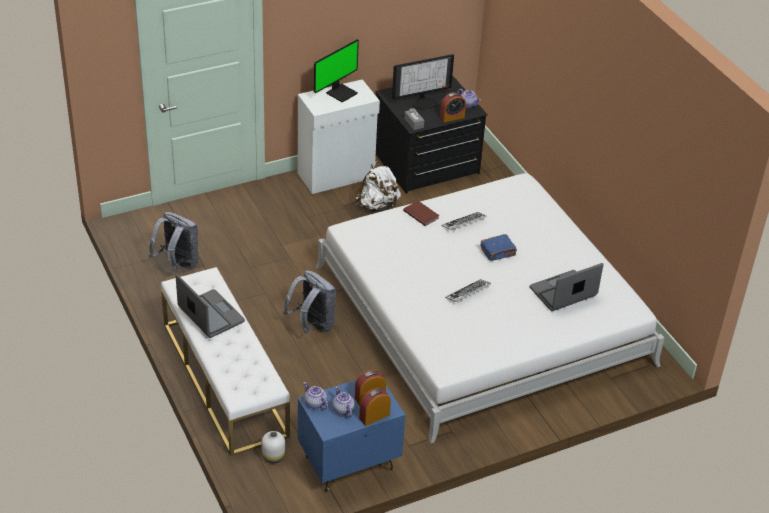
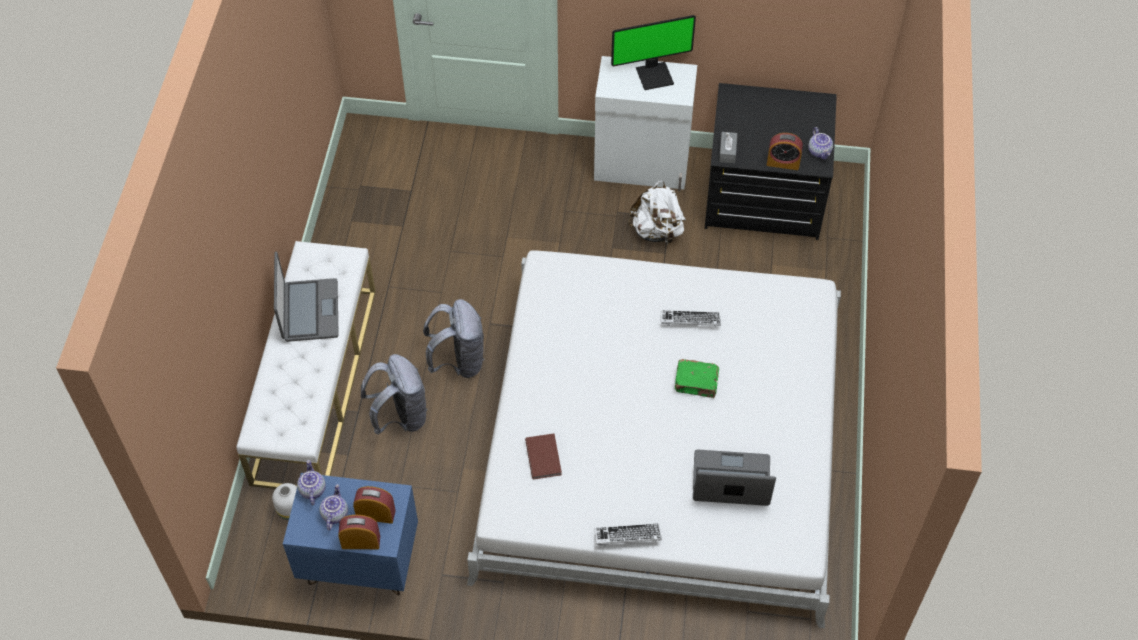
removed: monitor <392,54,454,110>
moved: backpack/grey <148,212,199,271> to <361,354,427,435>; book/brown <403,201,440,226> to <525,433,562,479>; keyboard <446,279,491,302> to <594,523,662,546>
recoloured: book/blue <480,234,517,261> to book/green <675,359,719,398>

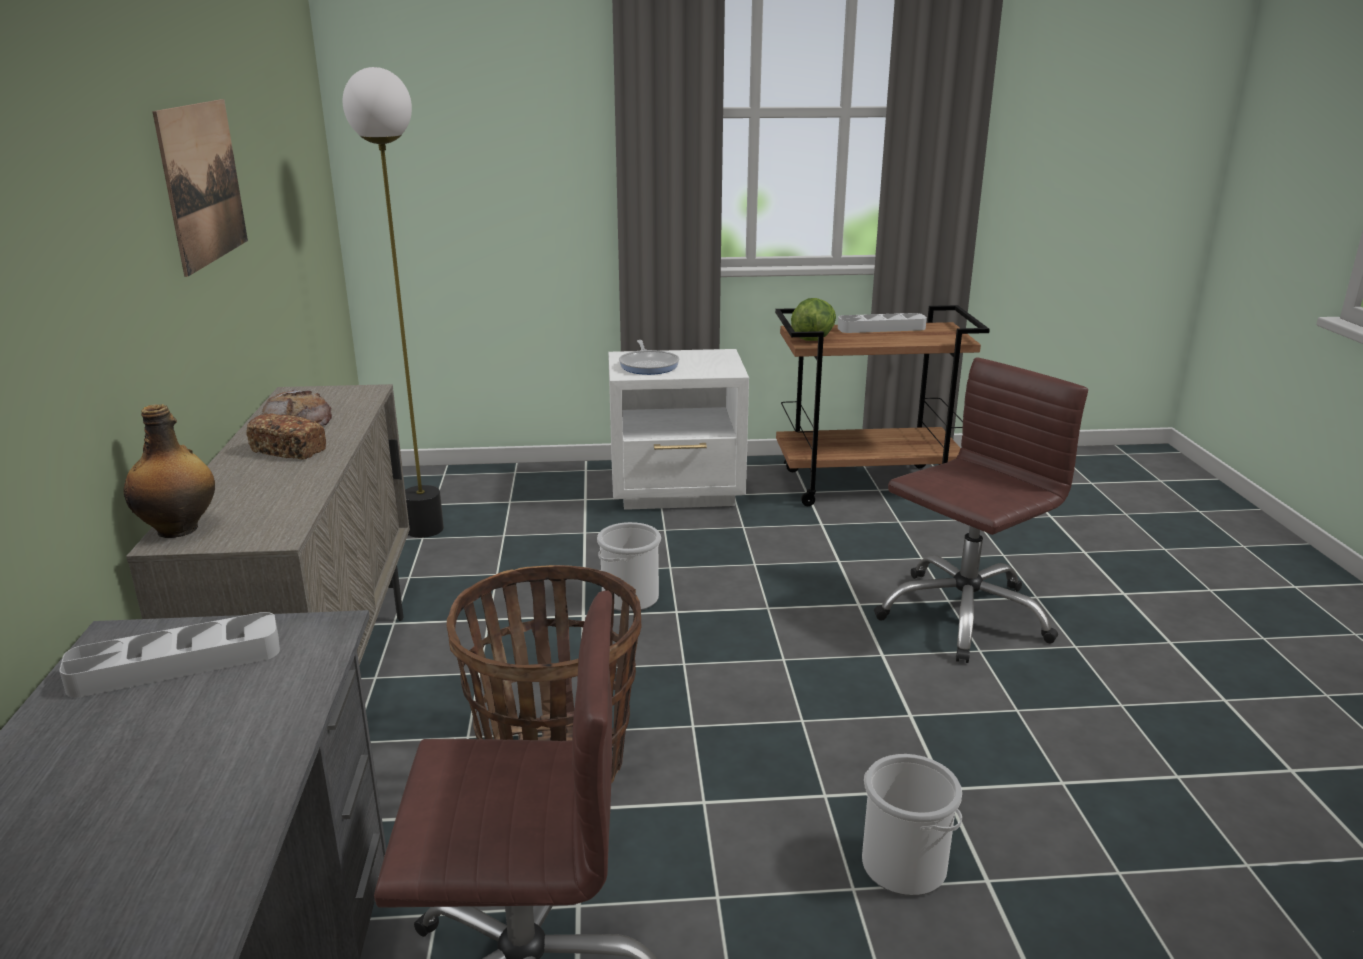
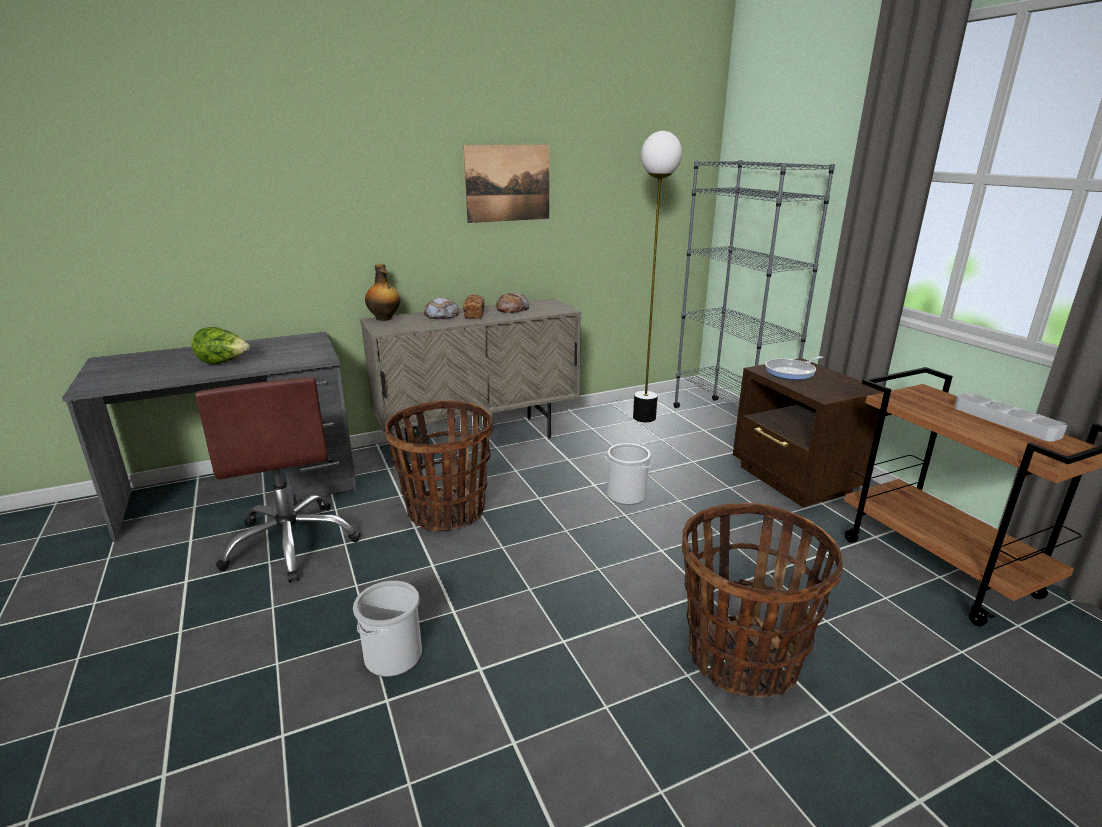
removed: tray/grey <59,612,280,698>
added: bread <424,297,459,319>; bookcase/grey <673,160,835,408>
moved: lettuce <791,298,836,341> to <192,327,250,364>
replaced: office chair/brown <874,357,1088,663> to basket <682,503,843,698>
recoloured: nightstand/white <608,349,749,510> to nightstand/brown <733,358,883,507>

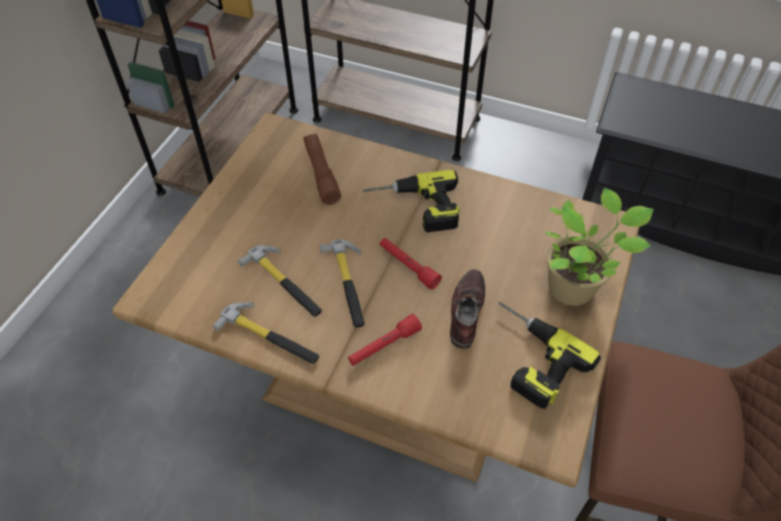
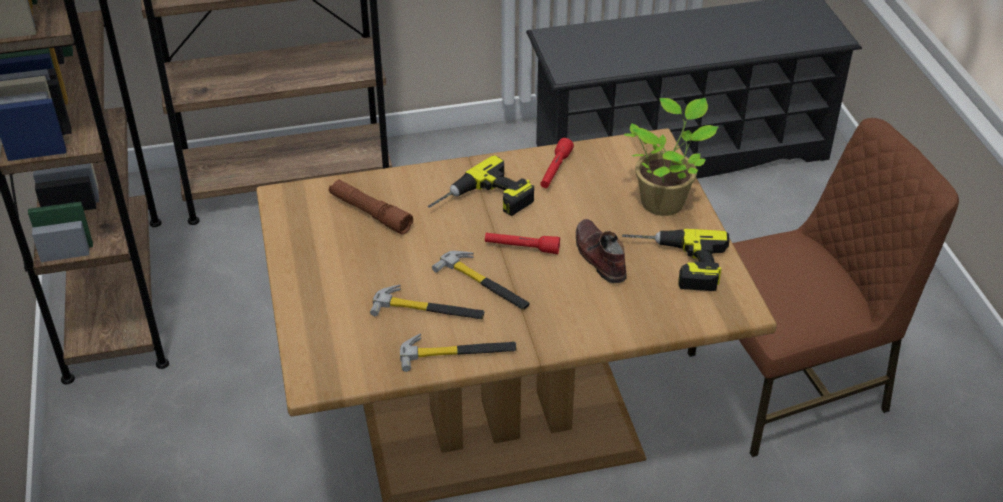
moved: flashlight/red <348,314,422,366> to <540,138,574,188>

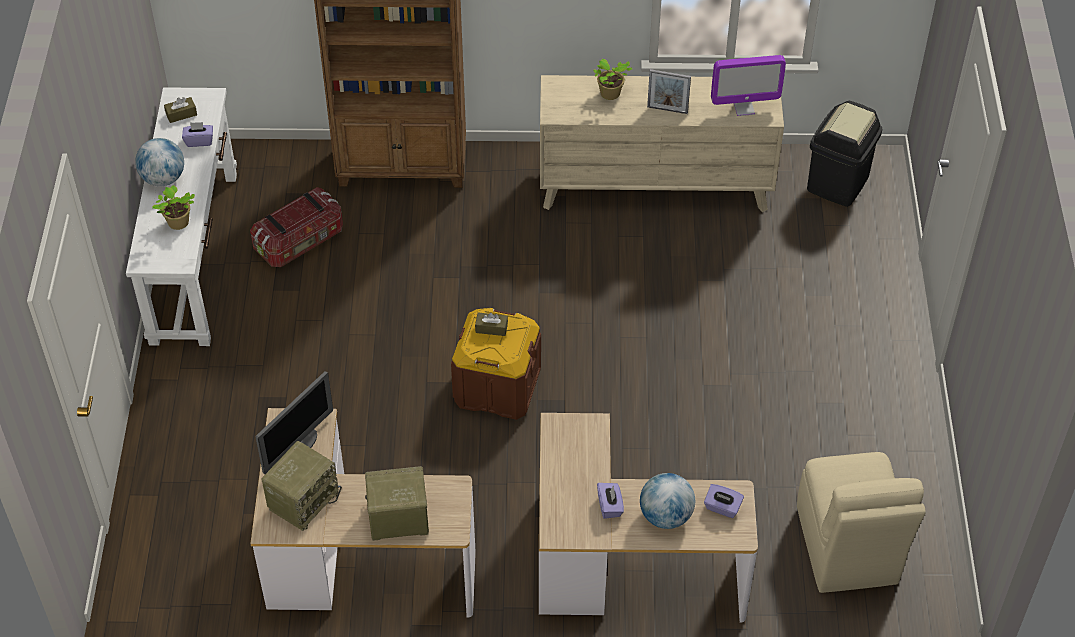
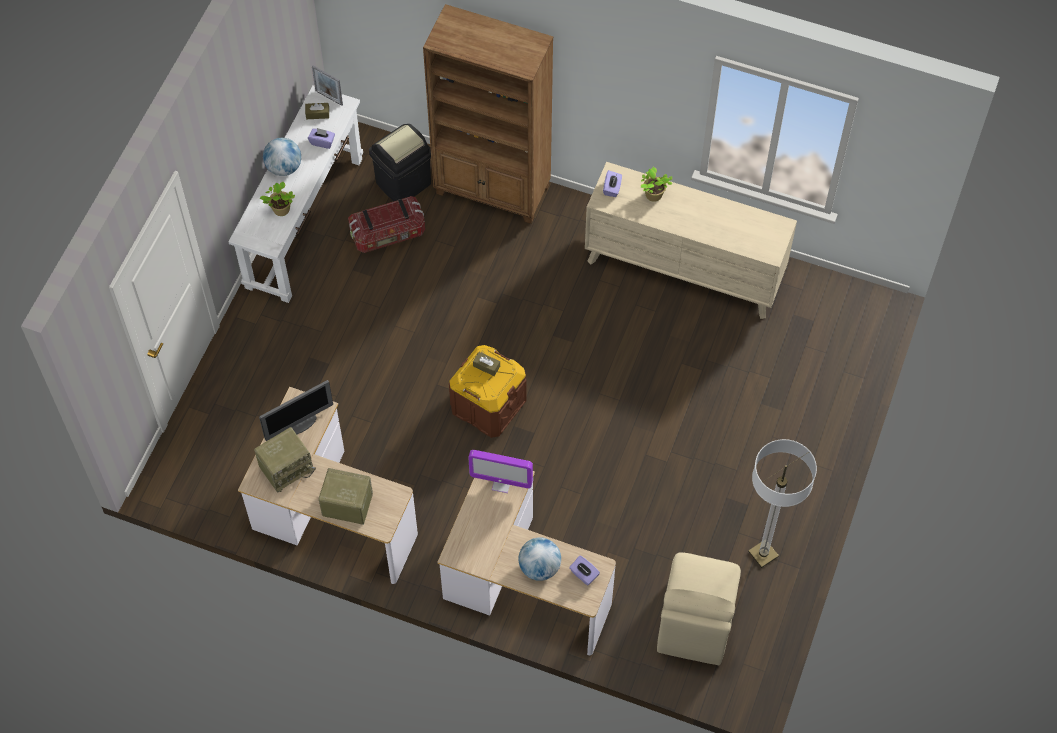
added: floor lamp <748,439,817,568>
moved: tissue box/purple <597,483,624,519> to <603,170,622,197>; picture frame <647,69,691,114> to <312,65,343,106>; monitor <711,55,786,116> to <469,450,533,493>; trash can/black <807,101,882,207> to <369,124,431,201>

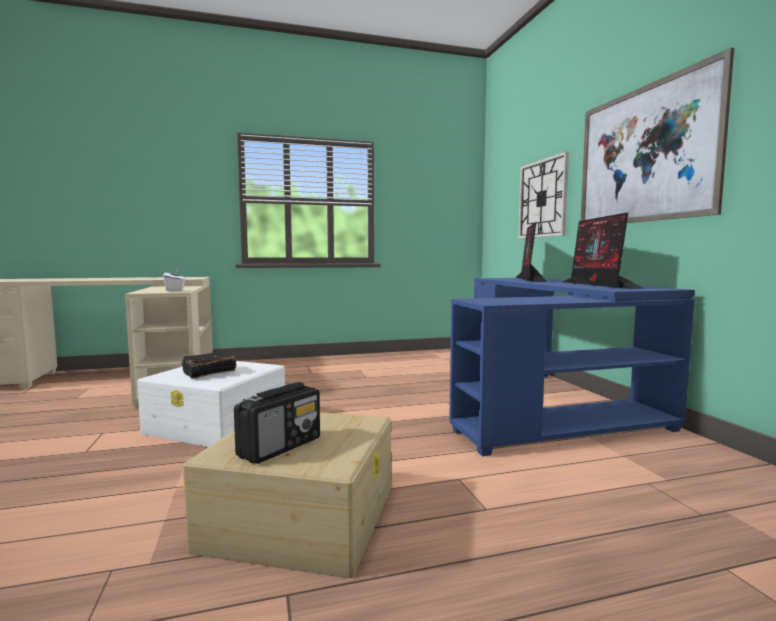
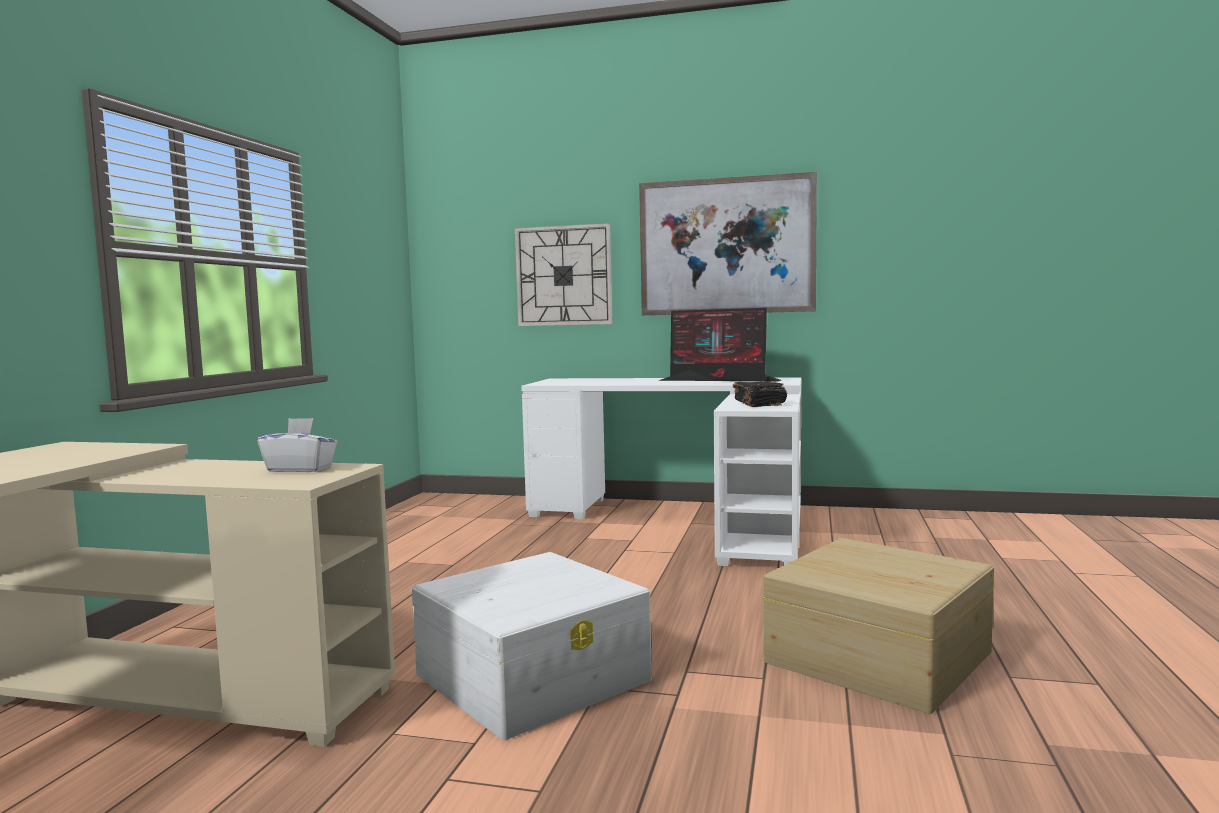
removed: radio <234,382,320,464>; monitor <516,222,547,282>
moved: book/black <182,351,236,379> to <733,381,787,407>
recoloured: desk/blue <449,278,695,456> to desk/white <521,377,801,566>

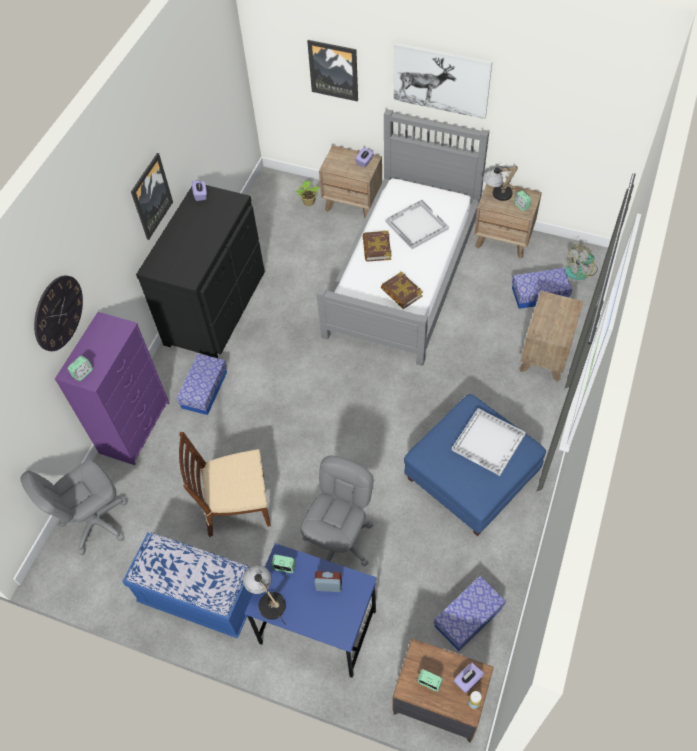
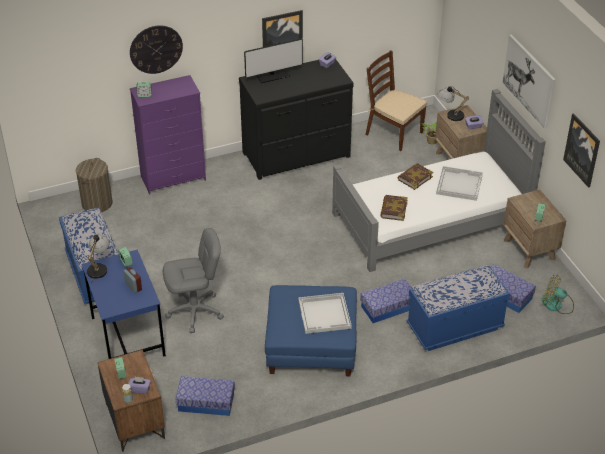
added: monitor <244,38,303,83>
moved: storage box <176,354,227,415> to <360,279,411,323>; chair/brown <179,432,271,537> to <365,50,427,151>; picture <307,40,358,102> to <563,114,600,188>; table lamp <483,166,518,201> to <438,86,469,121>
replaced: office chair/grey <20,460,128,555> to laundry basket <76,158,113,212>; nightstand/brown <519,290,583,382> to bench/blue <407,265,510,351>

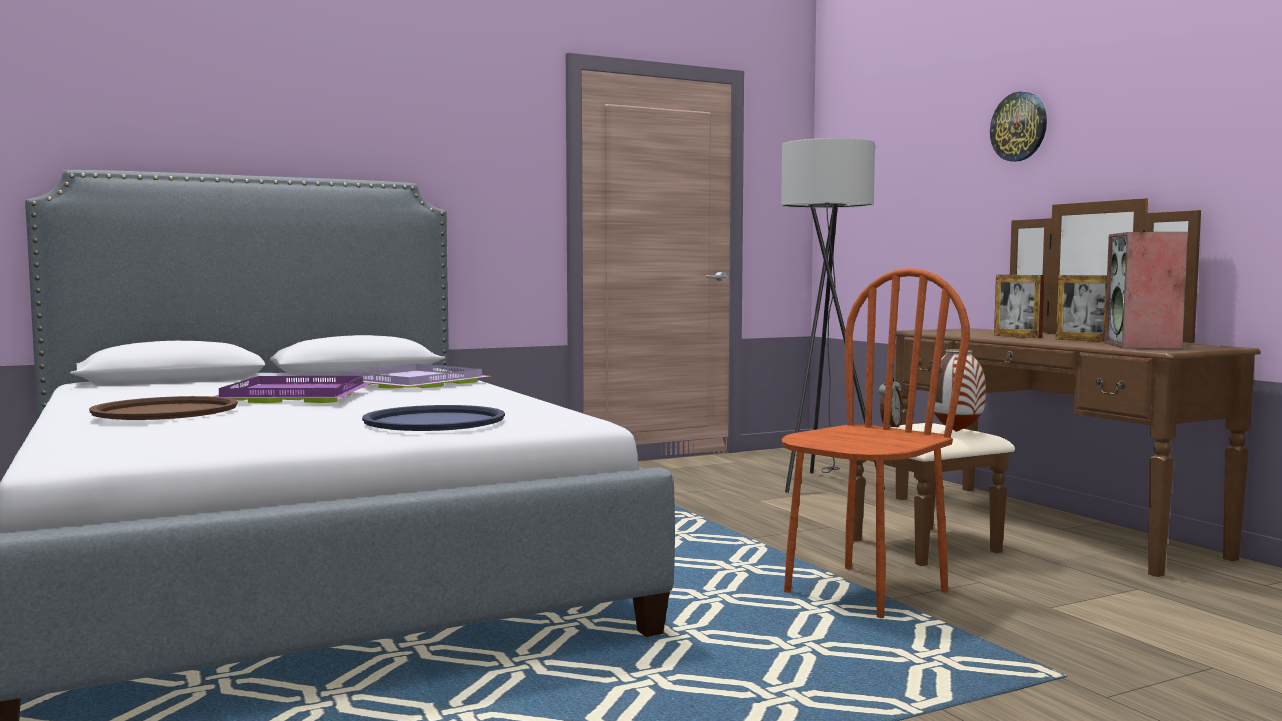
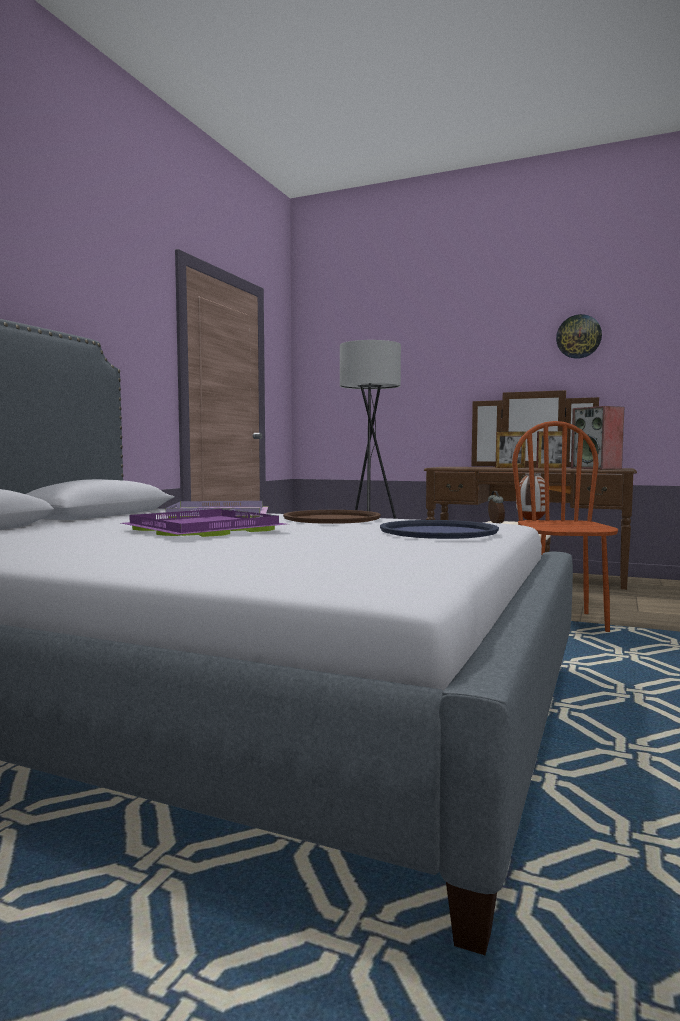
moved: tray/brown <89,396,238,420> to <283,510,381,524>; wall clock <990,92,1047,162> to <556,314,602,359>

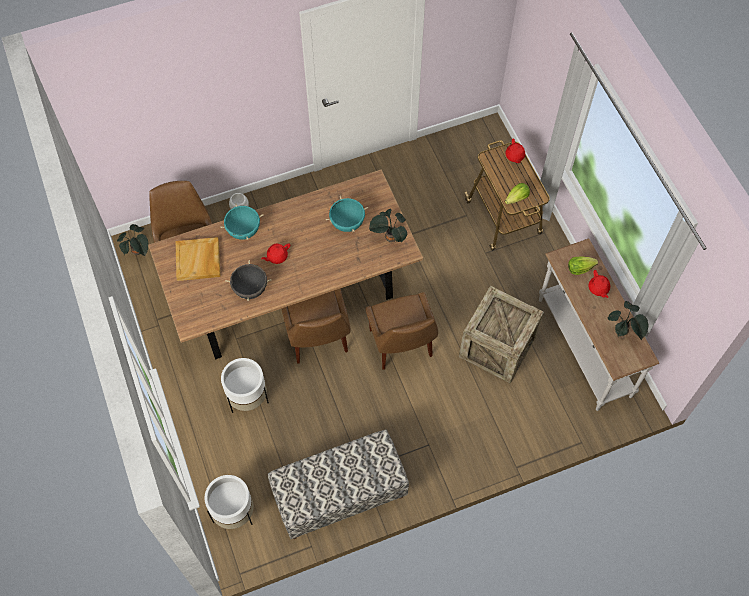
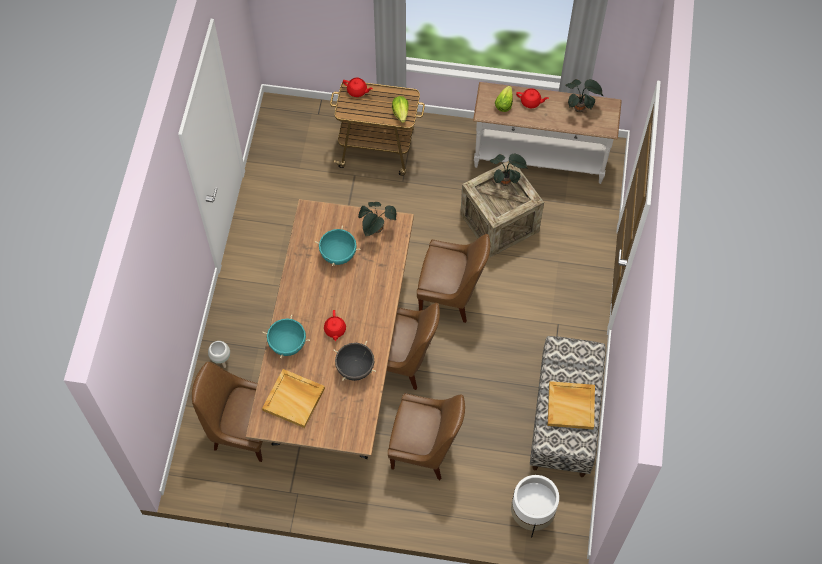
added: tray/beige <548,381,595,429>
moved: potted plant <117,224,148,257> to <490,154,528,186>
replaced: planter/white <221,358,269,413> to chair/brown <388,393,465,480>

